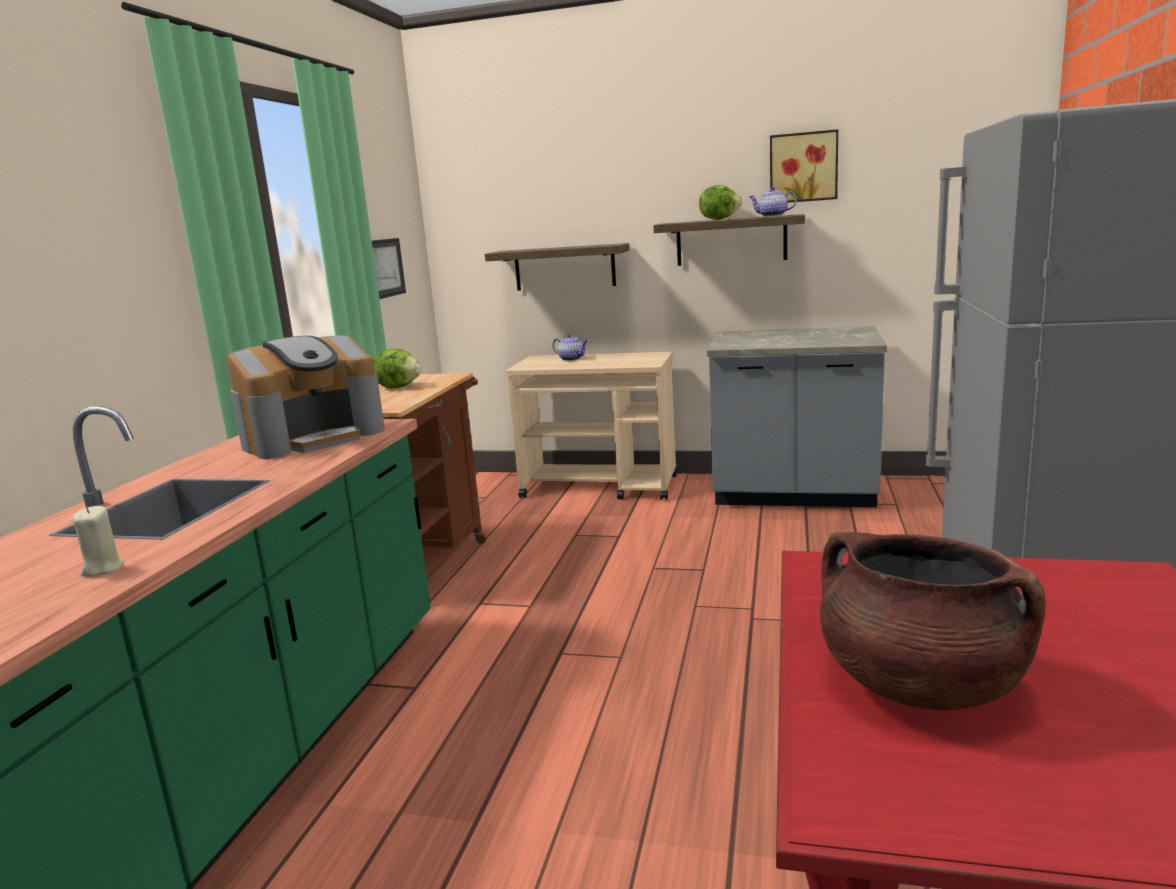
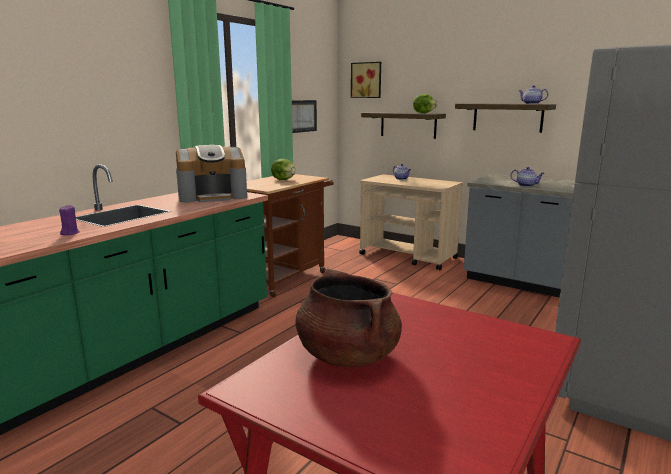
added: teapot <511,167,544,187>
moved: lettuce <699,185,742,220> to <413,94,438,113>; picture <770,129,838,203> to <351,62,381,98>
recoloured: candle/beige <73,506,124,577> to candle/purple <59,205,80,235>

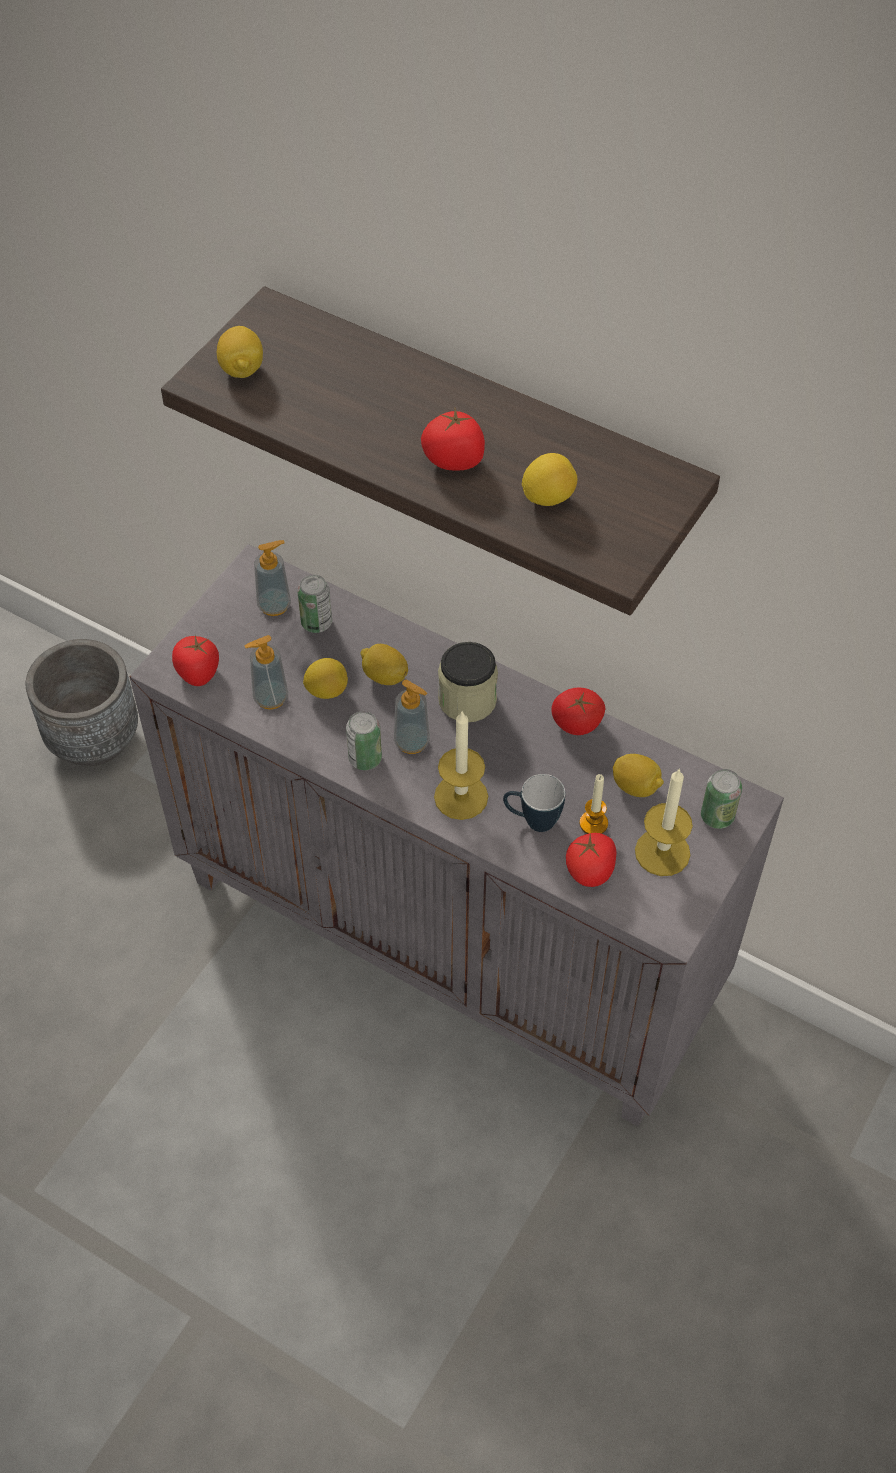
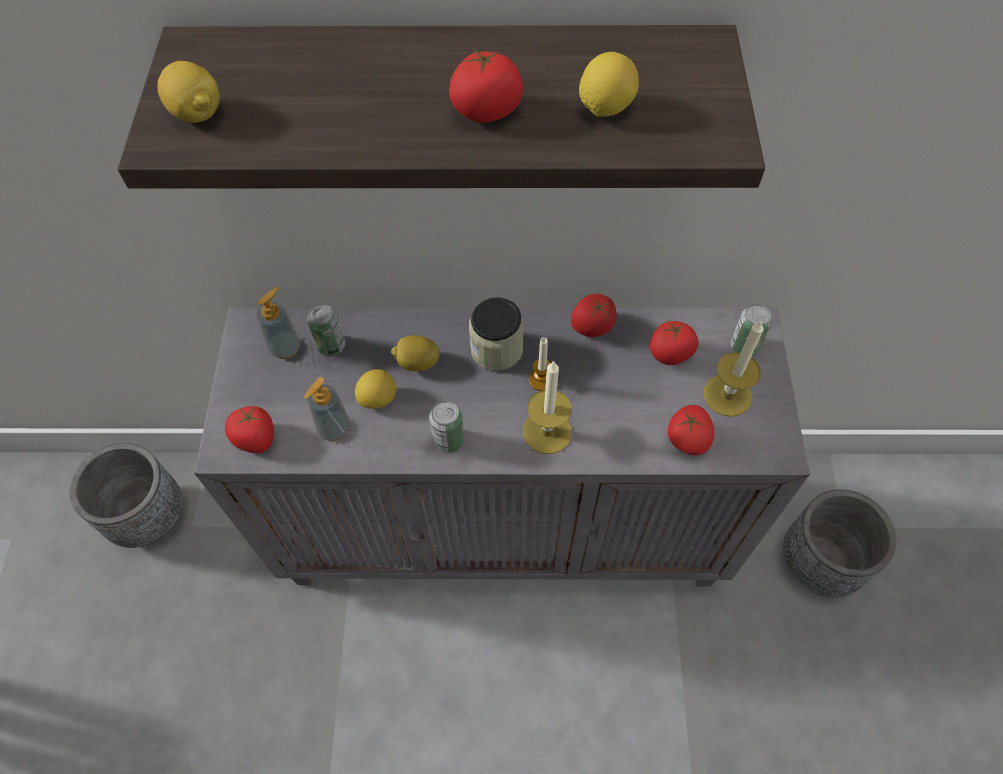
removed: soap dispenser <394,680,430,754>; mug <503,774,565,832>
added: planter/grey <783,489,897,597>
moved: candle <580,774,608,834> to <529,337,551,391>
replaced: lemon <613,754,664,797> to tomato <650,320,698,365>

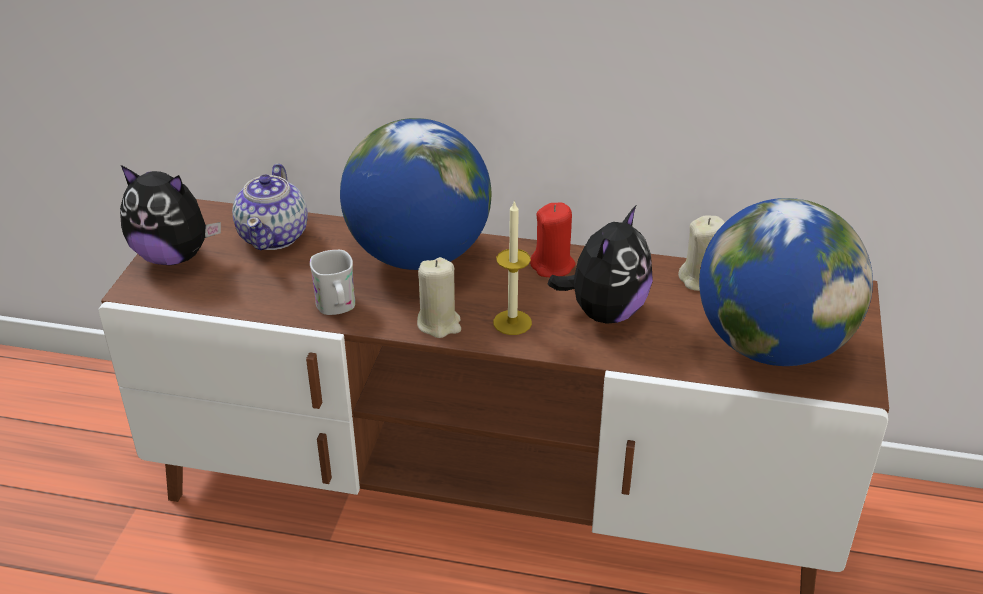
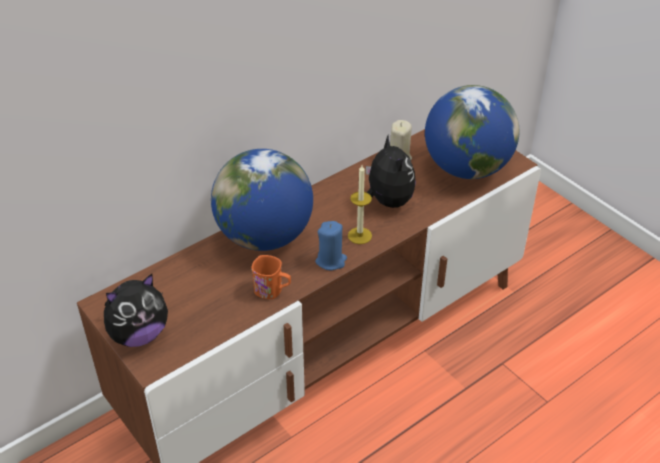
removed: teapot <232,164,308,251>; candle/red <530,202,576,277>
recoloured: mug/white <310,250,355,315> to mug/orange <251,255,291,299>; candle/beige <417,257,461,338> to candle/blue <315,221,347,270>

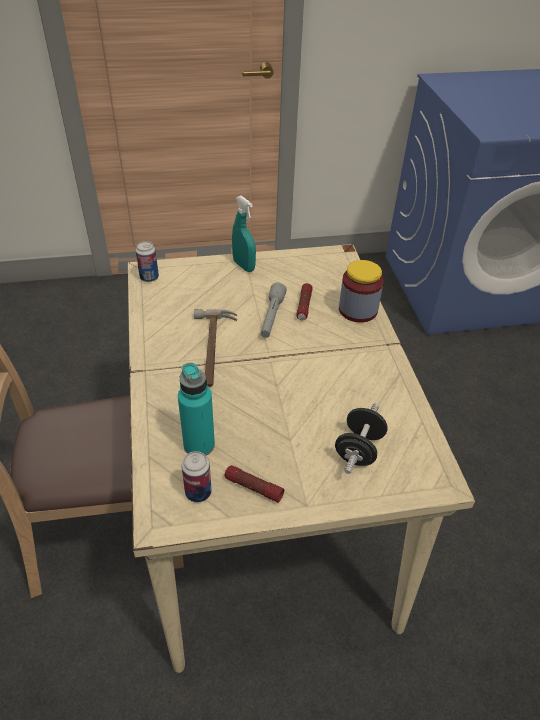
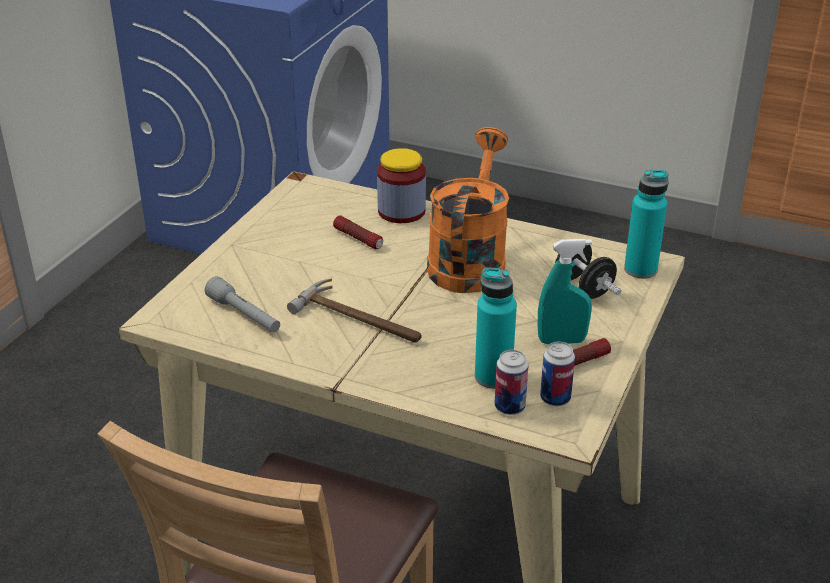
added: watering can/orange <427,127,509,293>; bottle/turquoise <624,170,669,279>
moved: can <136,241,159,282> to <495,350,528,415>; spray bottle/turquoise <232,196,256,272> to <538,239,592,344>; flashlight/grey <261,283,287,338> to <205,276,280,332>

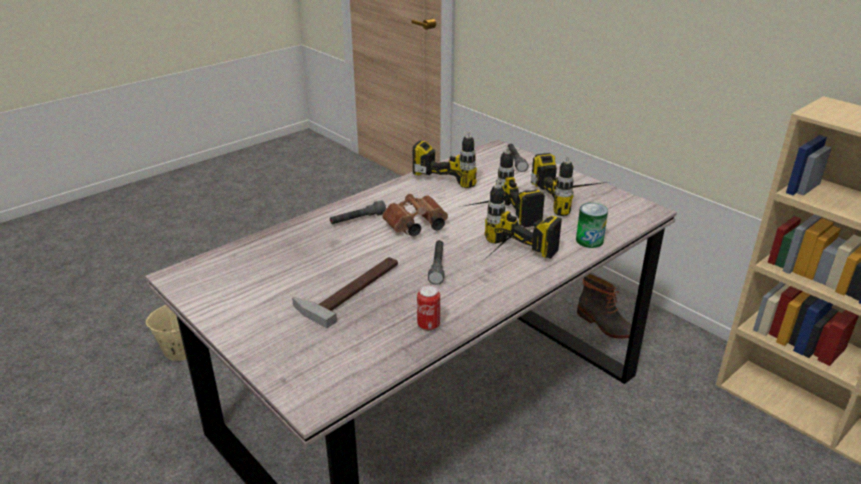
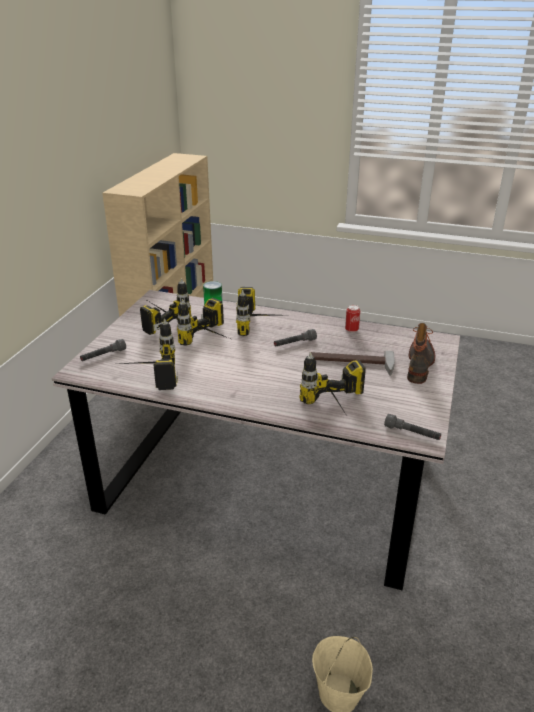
removed: binoculars/brown <382,194,448,236>
added: power drill <299,352,366,414>
moved: flashlight/grey <330,200,386,224> to <384,414,441,440>; boot <577,274,632,339> to <407,323,435,384>

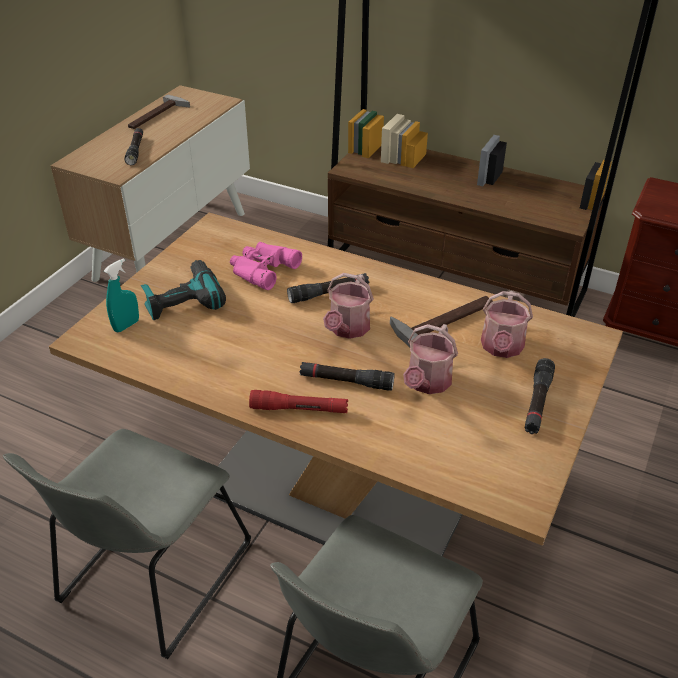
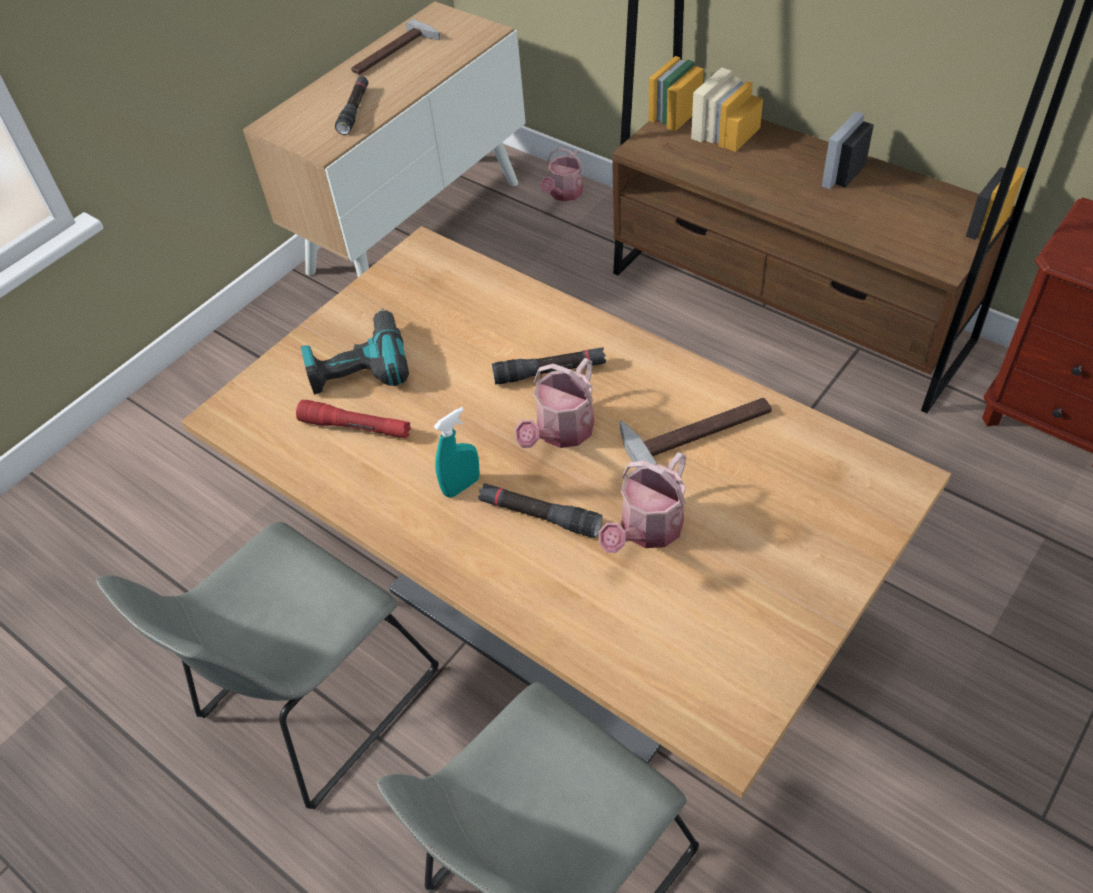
removed: binoculars/pink <230,242,302,290>; flashlight/black <525,358,555,434>
moved: spray bottle/turquoise <104,258,139,332> to <434,407,480,498>; flashlight/red <249,390,348,413> to <296,400,411,439>; watering can <481,291,533,358> to <540,148,583,202>

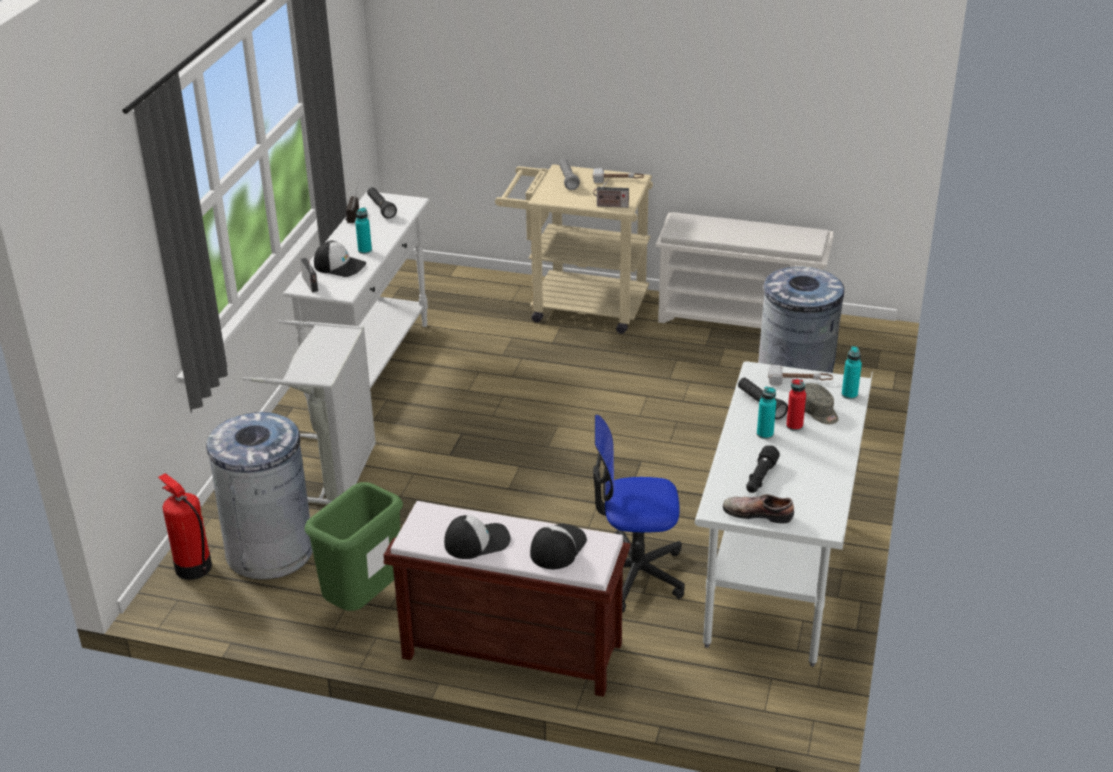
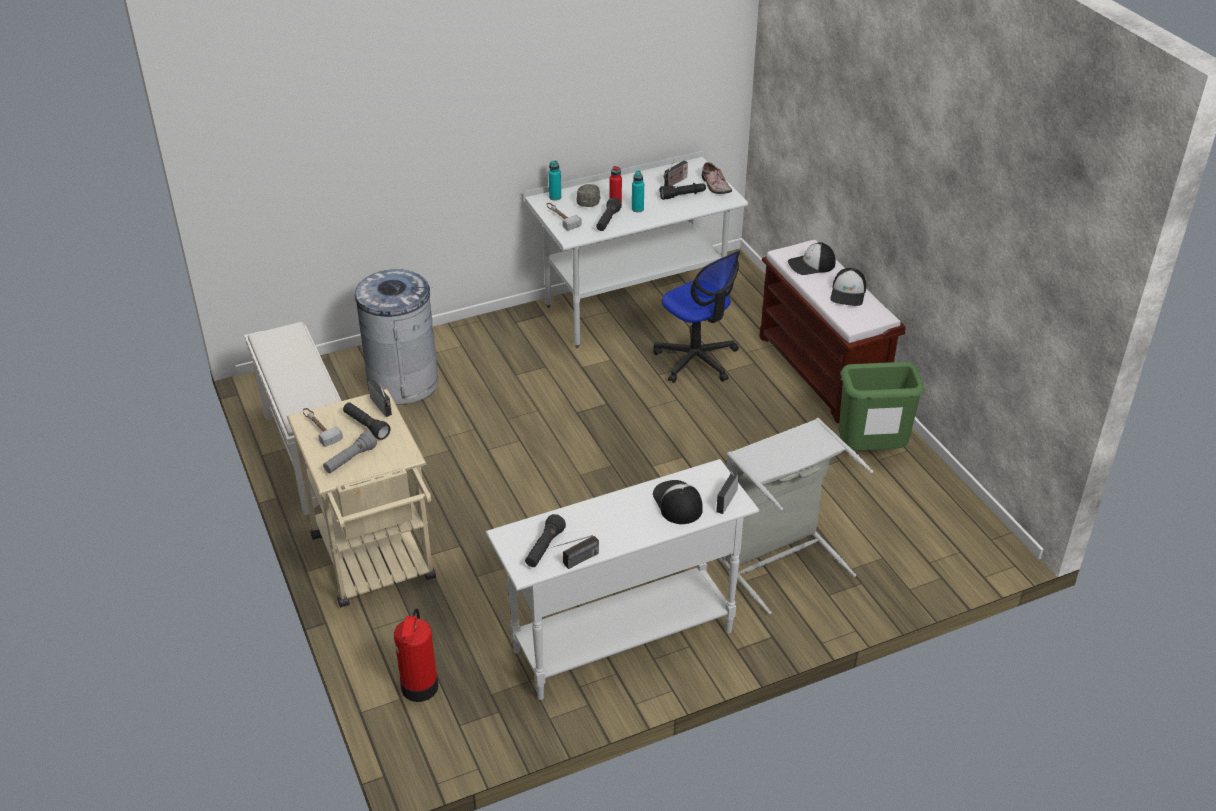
removed: trash can/grey <206,412,313,580>; bottle/turquoise <355,207,372,254>
added: flashlight/black <343,402,391,440>; radio <664,160,688,186>
moved: fire extinguisher <158,473,212,580> to <394,608,438,702>
turned: cap <444,515,511,559> = <830,268,866,306> 105 degrees counterclockwise

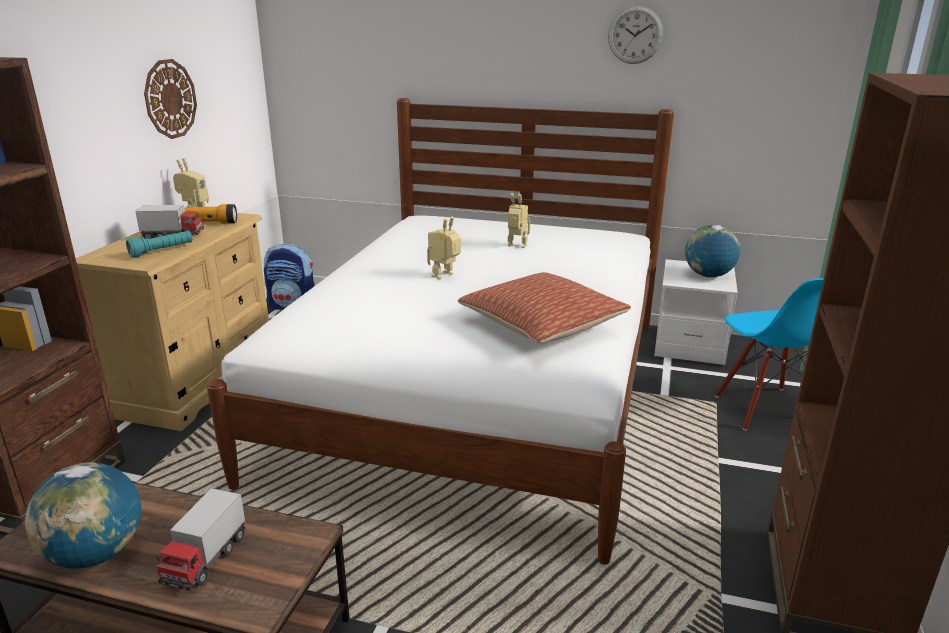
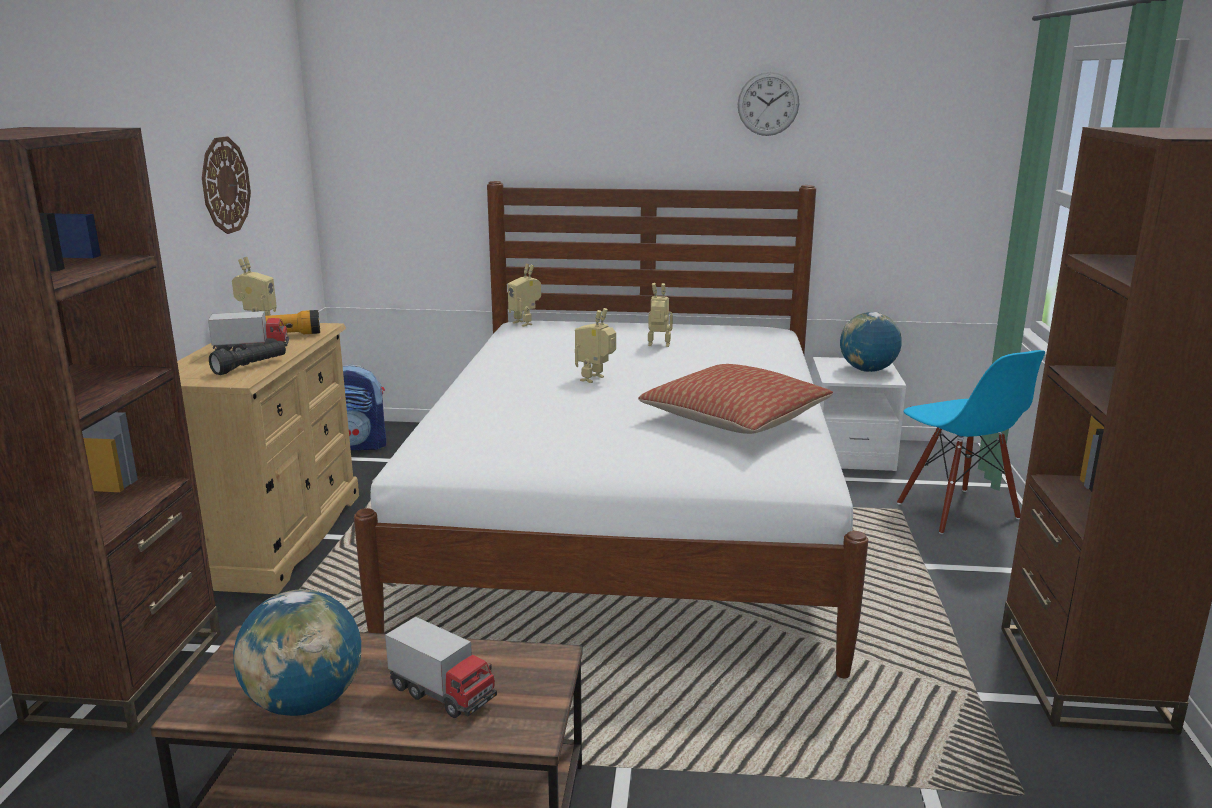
added: toy robot <508,264,541,327>
recoloured: flashlight/turquoise <126,231,192,258> to flashlight/black <209,341,286,375>
turned: toy truck <157,488,245,591> = <385,617,497,718> 60 degrees counterclockwise

